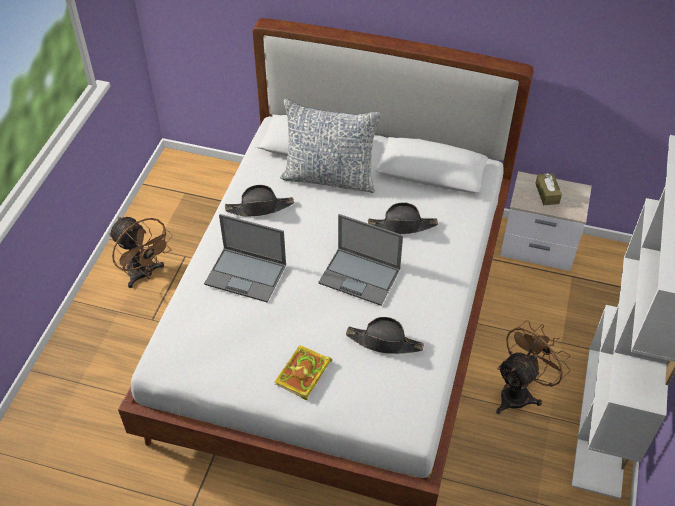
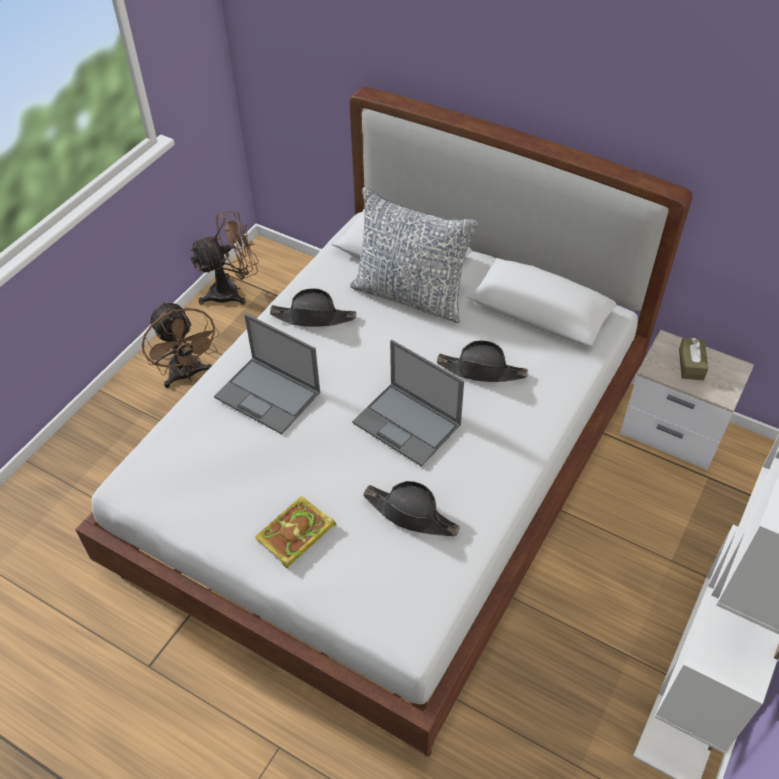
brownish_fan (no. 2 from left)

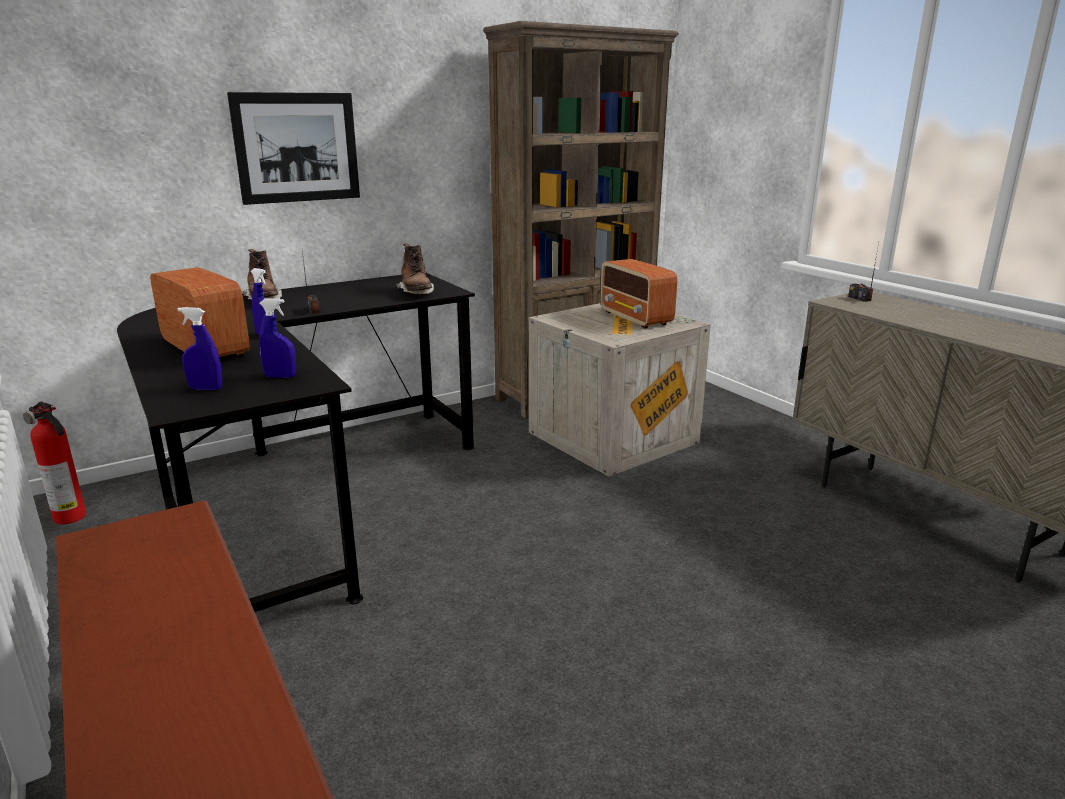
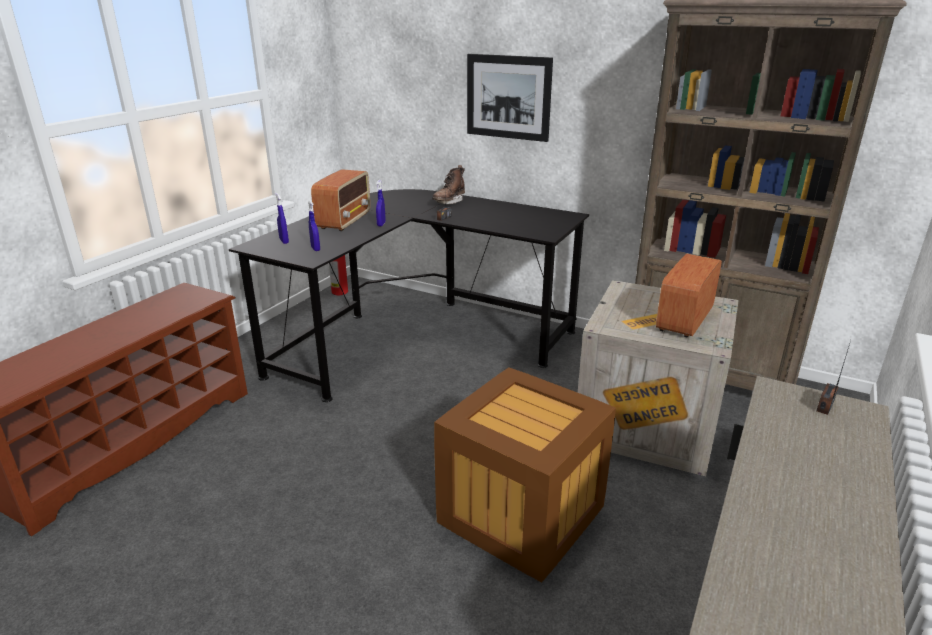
brownish_tall_boot (no. 2 from left in the first image); packing_crate (no. 1 from left)

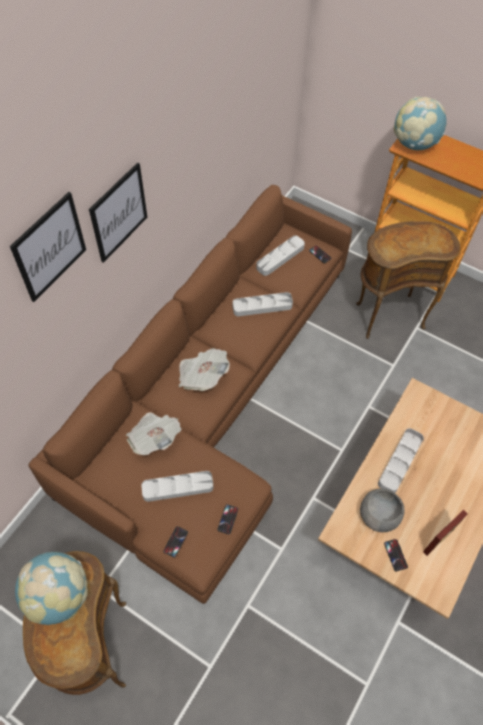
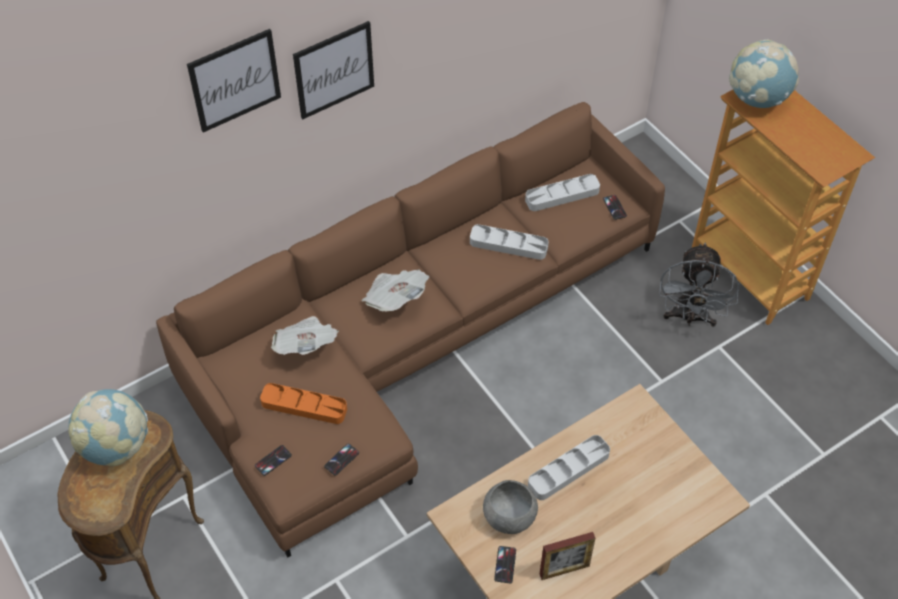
orange_serving_tray; greyish_fan

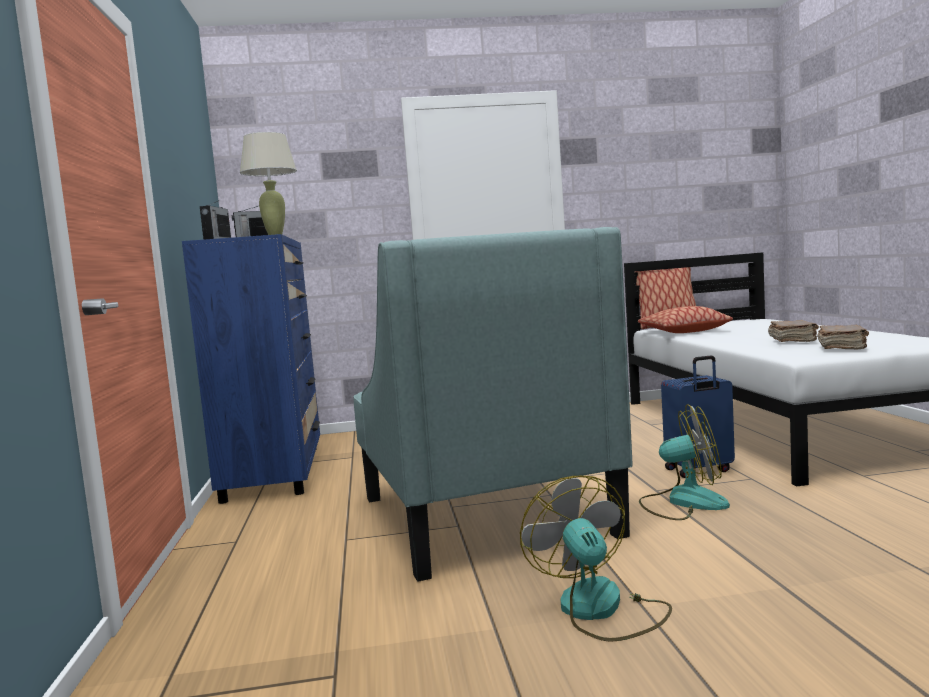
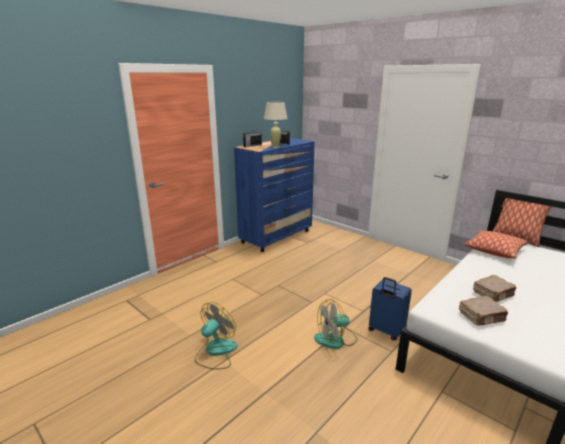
blue-green_easy_chair; fan (no. 2 from left)

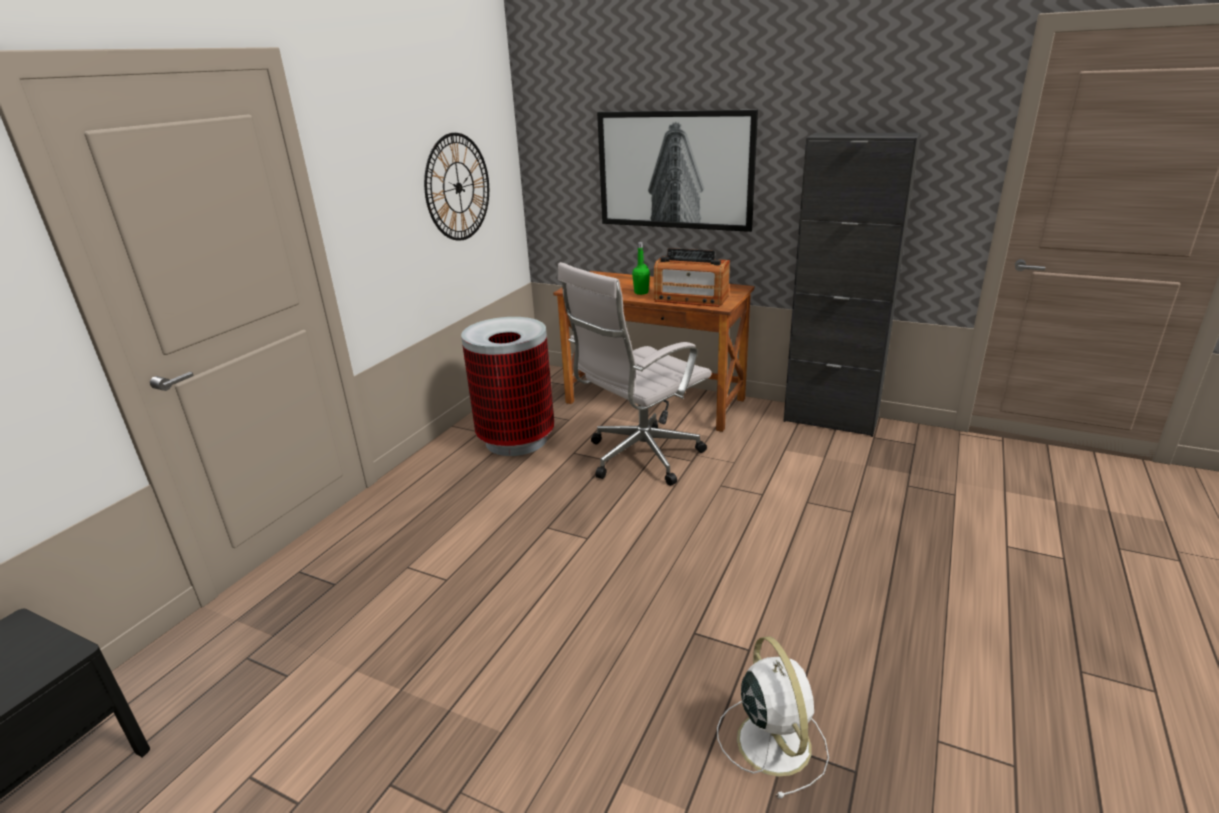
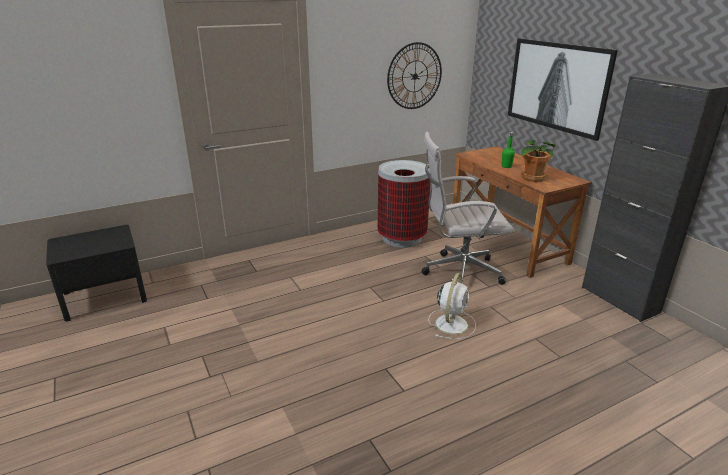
plant_in_a_pot; white-coloured_fan

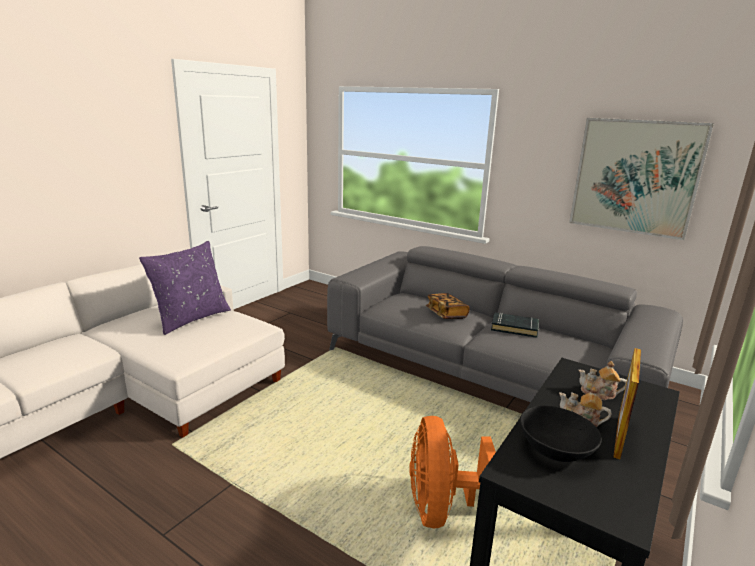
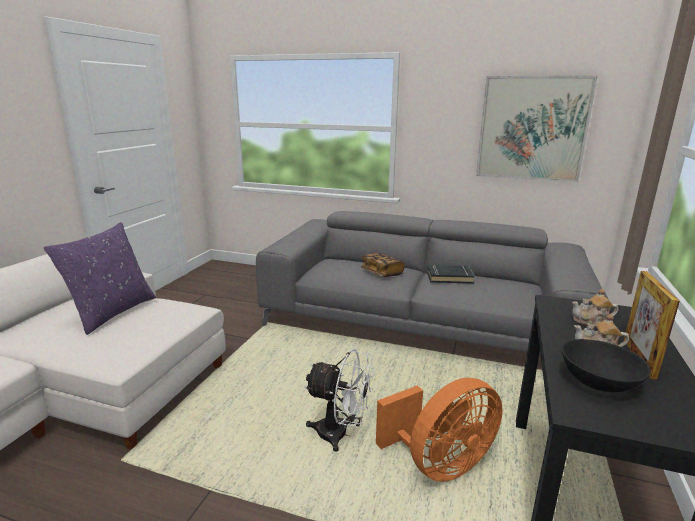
orange_fan; white-coloured_fan

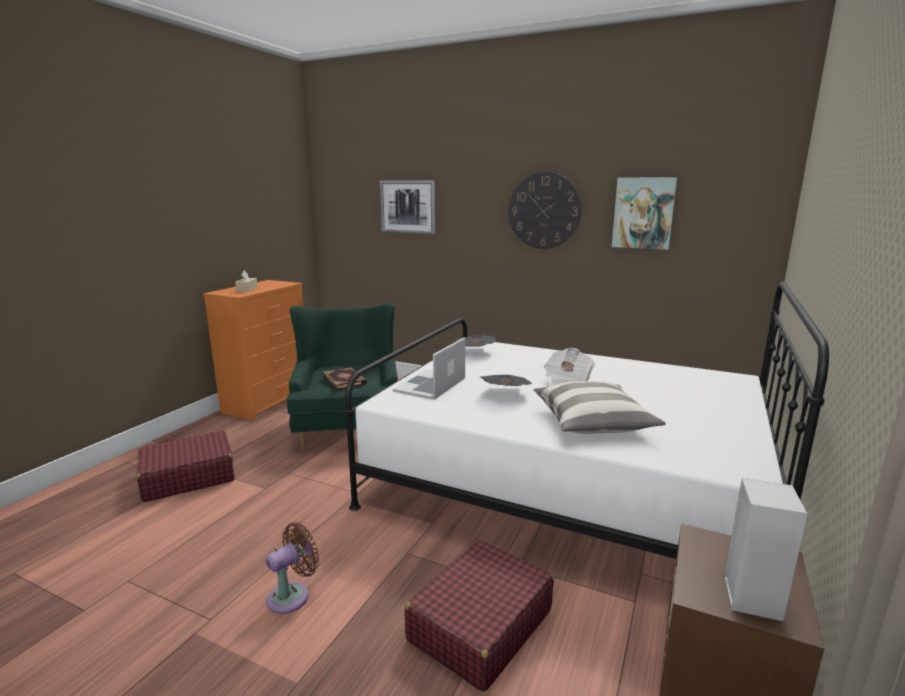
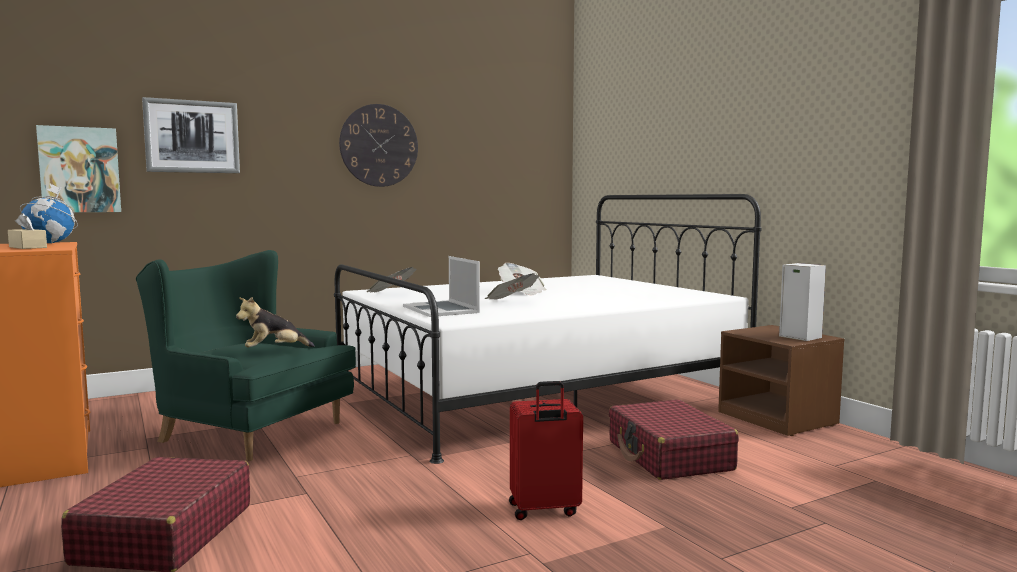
red-coloured_piece_of_luggage (no. 2 from left); plush_toy; pillow; wall_art (no. 1 from left); globe

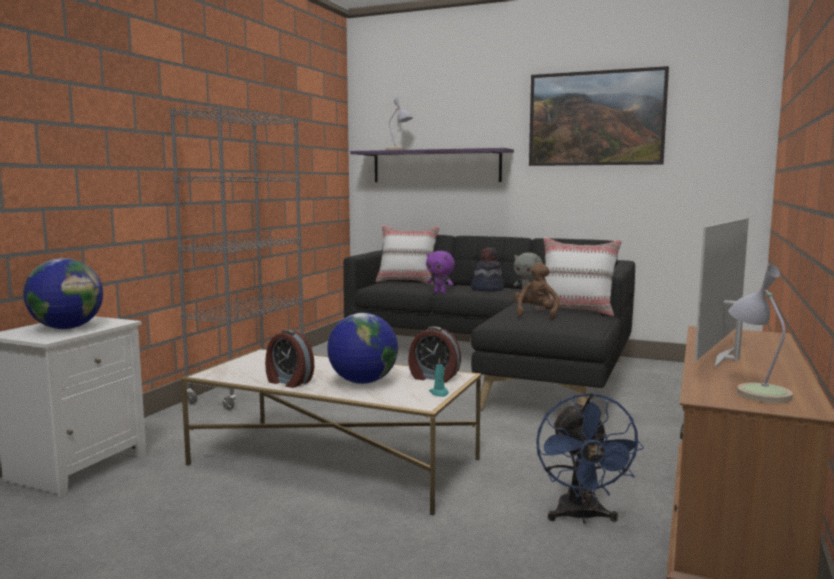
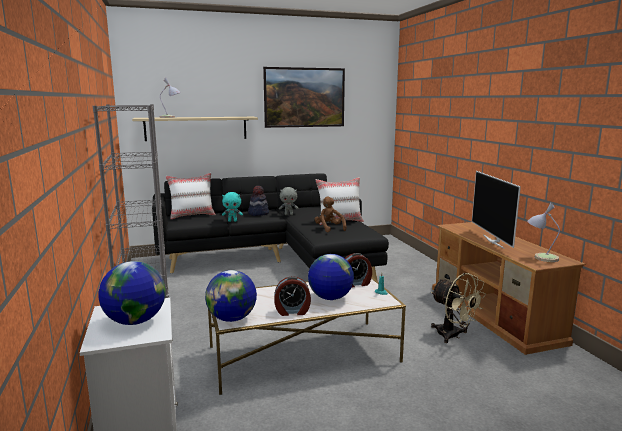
beige-coloured_bracket_shelf; blue-green_plush_toy; beige-coloured_fan; globe (no. 2 from left)

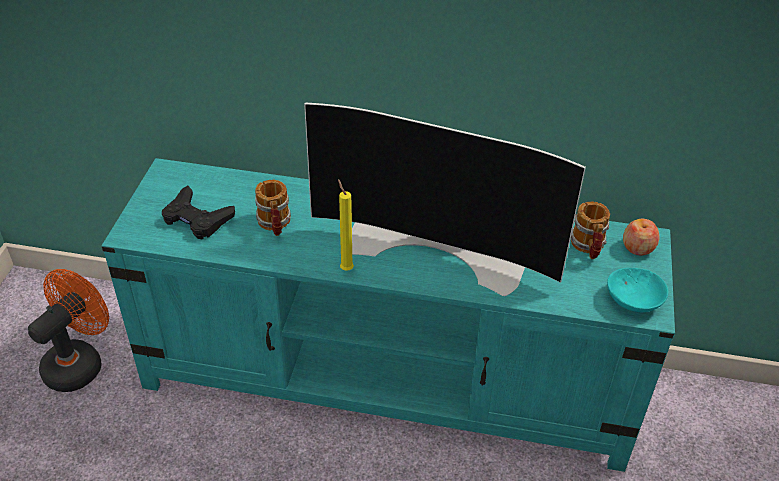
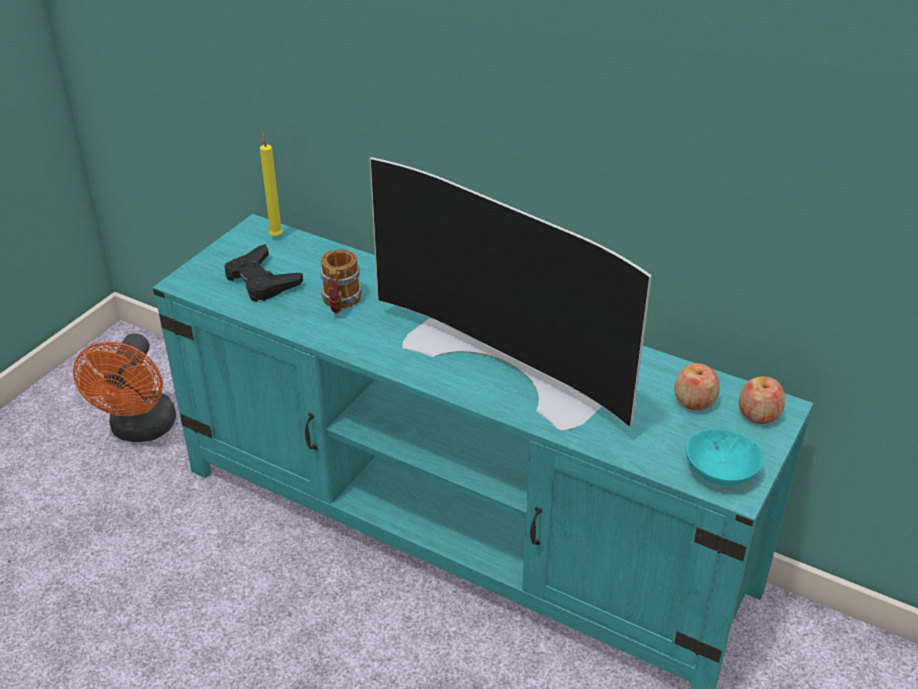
orange_fan; yellow-coloured_candle; apple_fruit (no. 1 from left)

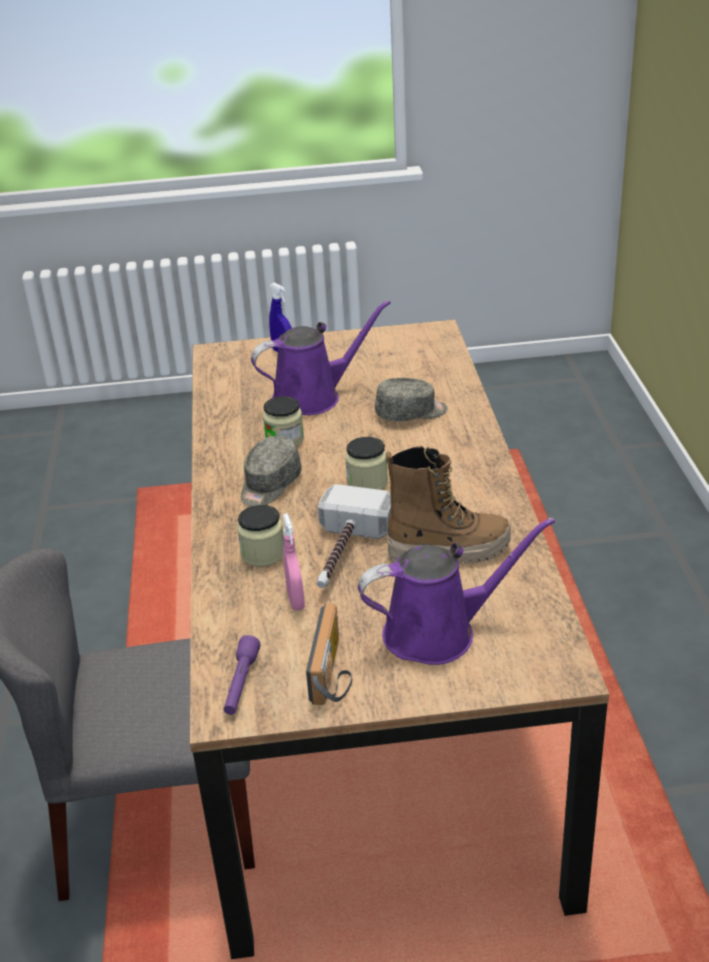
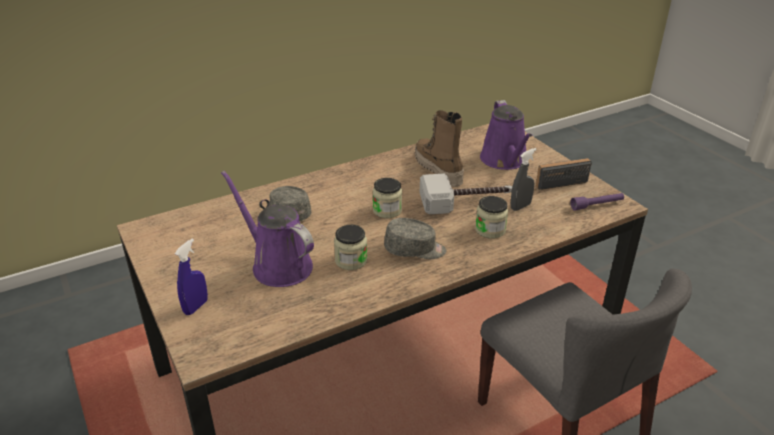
greyish_hand_sprayer; purplish_sprinkling_can (no. 2 from left)

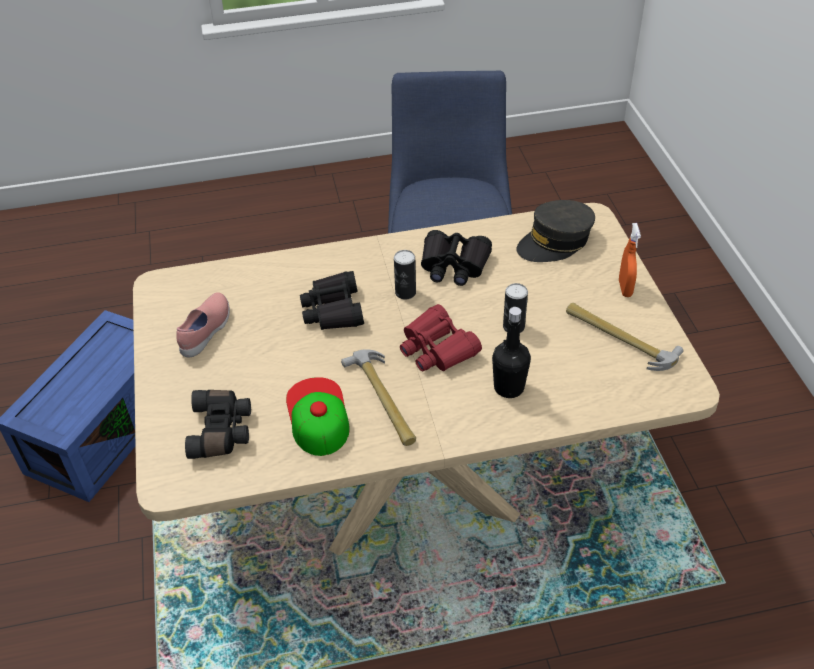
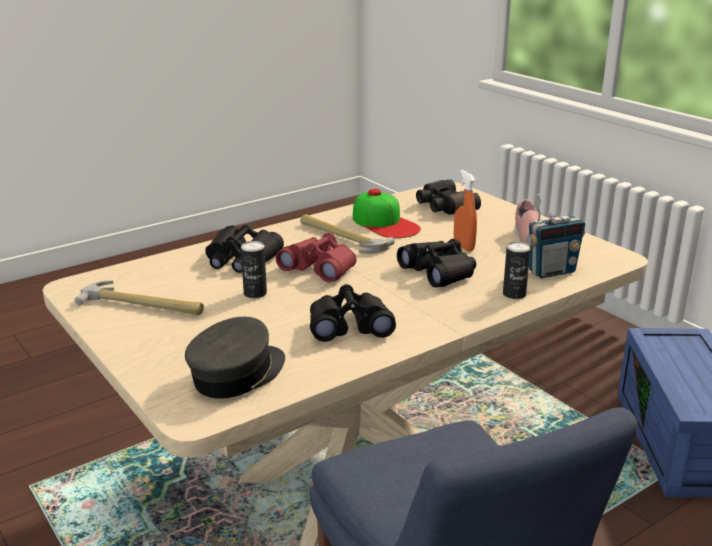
can (no. 2 from left); blackish_pair_of_binoculars (no. 1 from left); orange_hand_sprayer; radio

